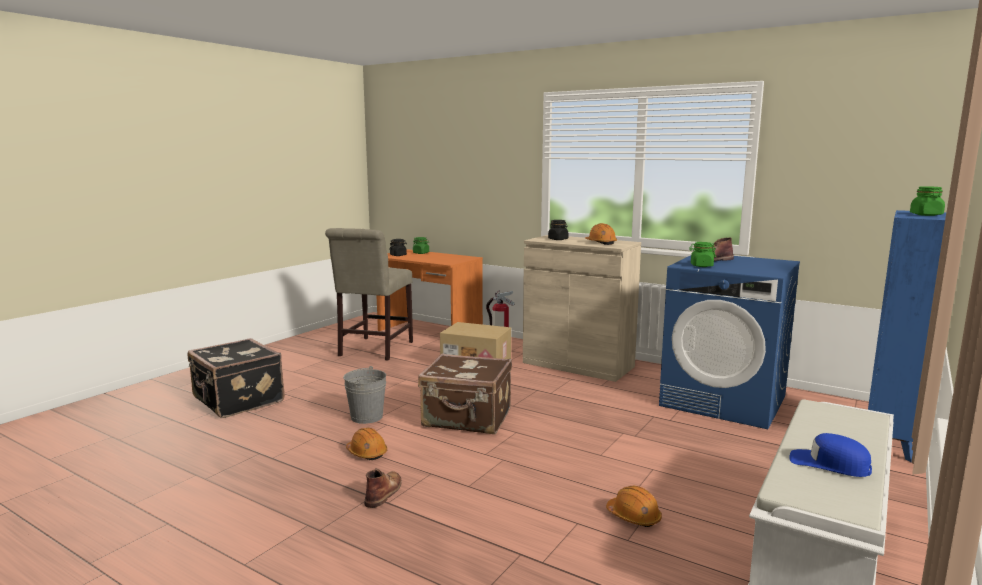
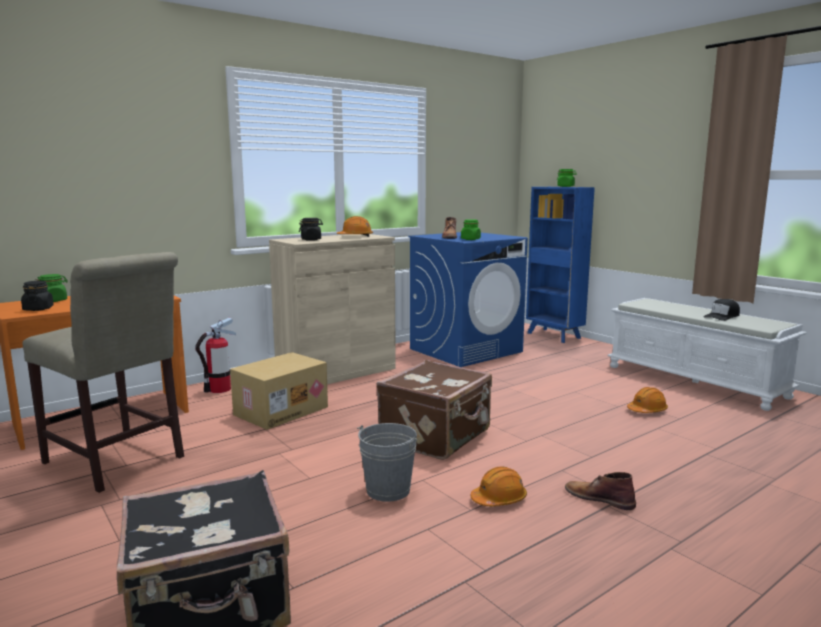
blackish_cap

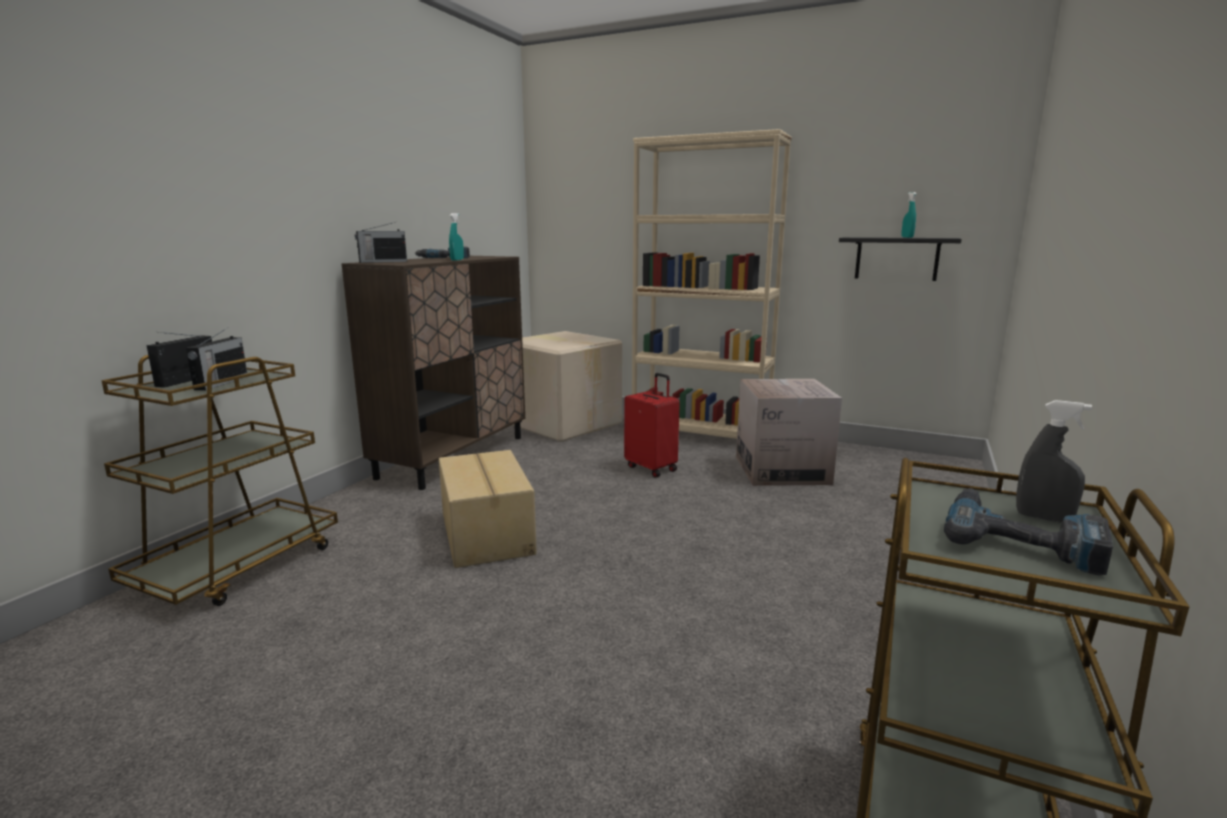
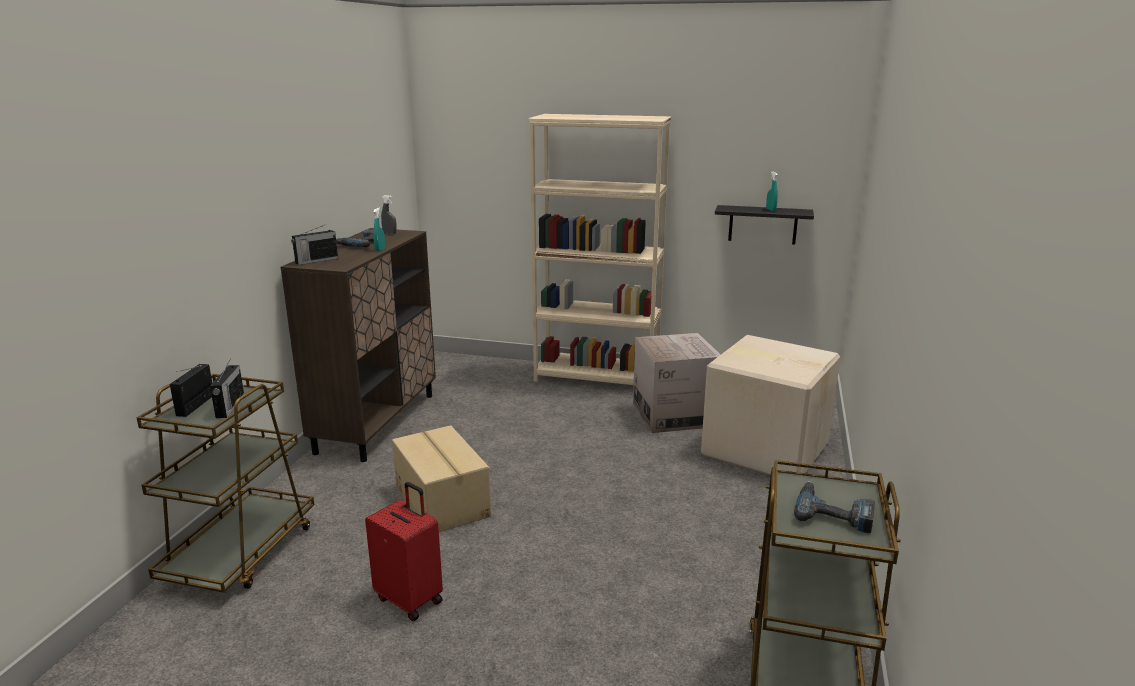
carton (no. 3 from left); red-coloured_piece_of_luggage; greyish_hand_sprayer

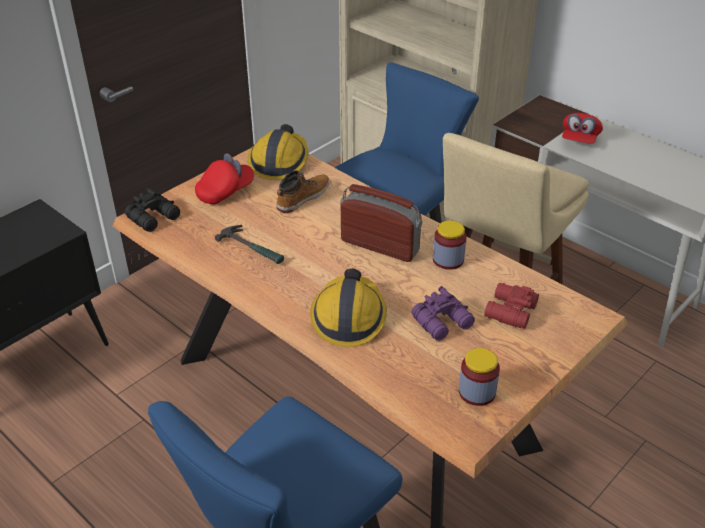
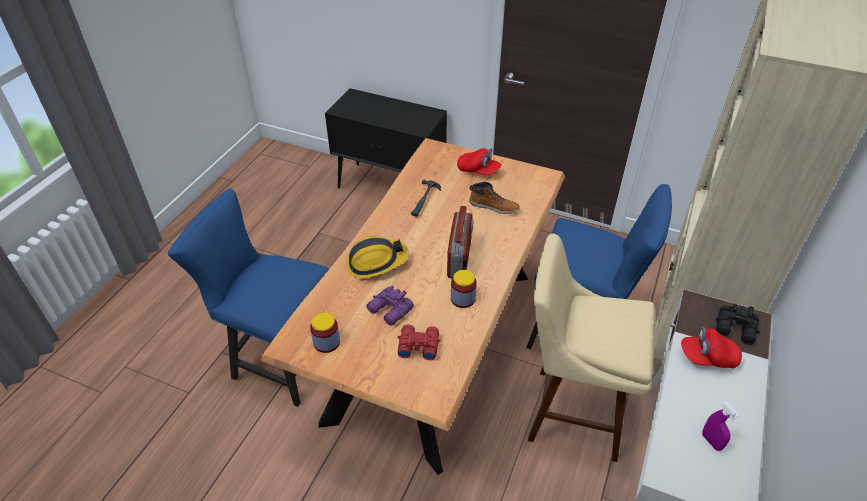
blackish_pair_of_binoculars; safety_helmet (no. 1 from left in the first image); purplish_hand_sprayer

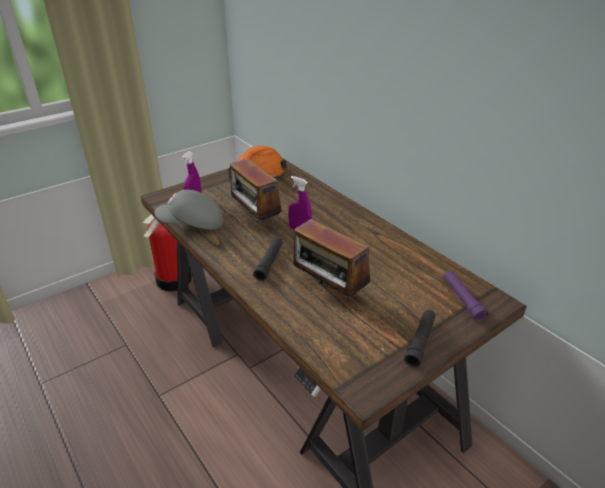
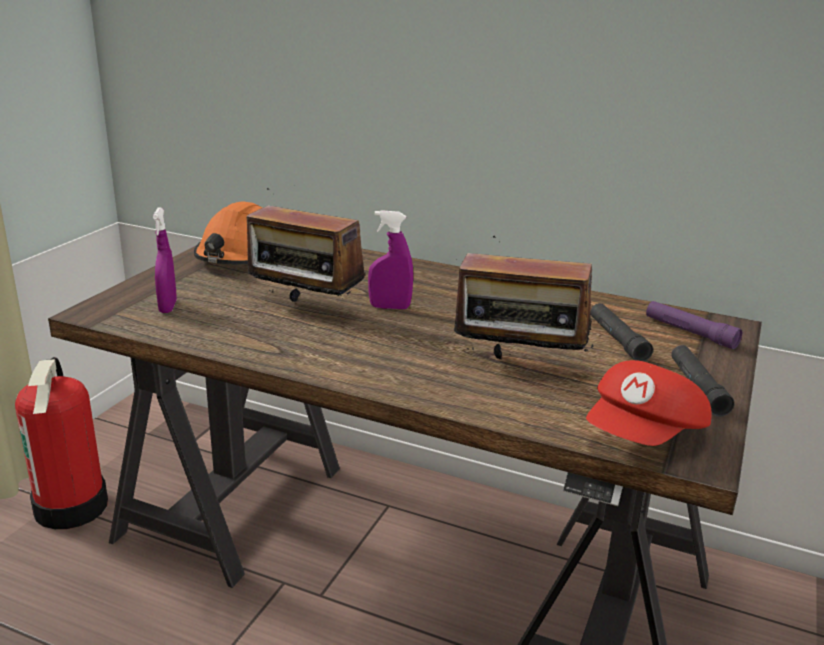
greyish_cap; blackish_torch (no. 1 from left); red-coloured_cap

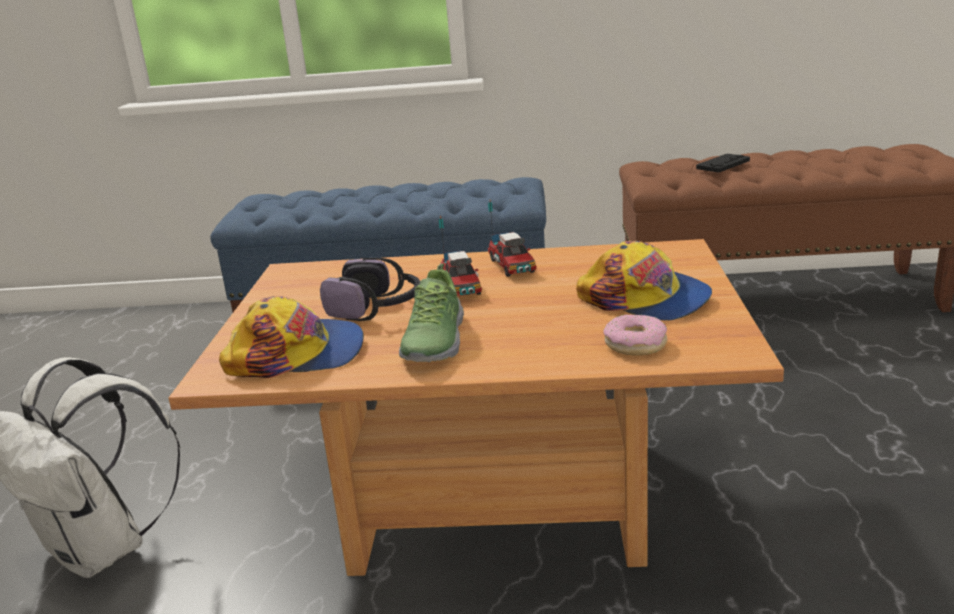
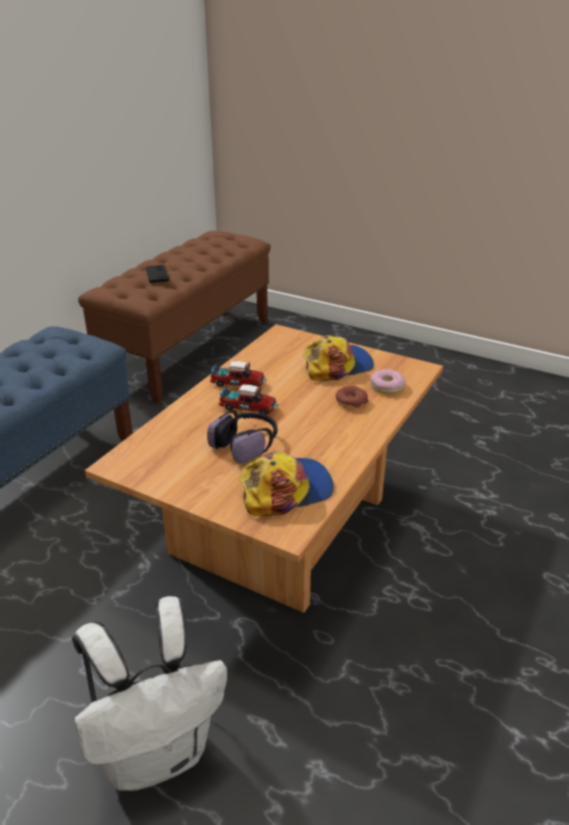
cap (no. 1 from left); low_shoe; donut (no. 1 from left)

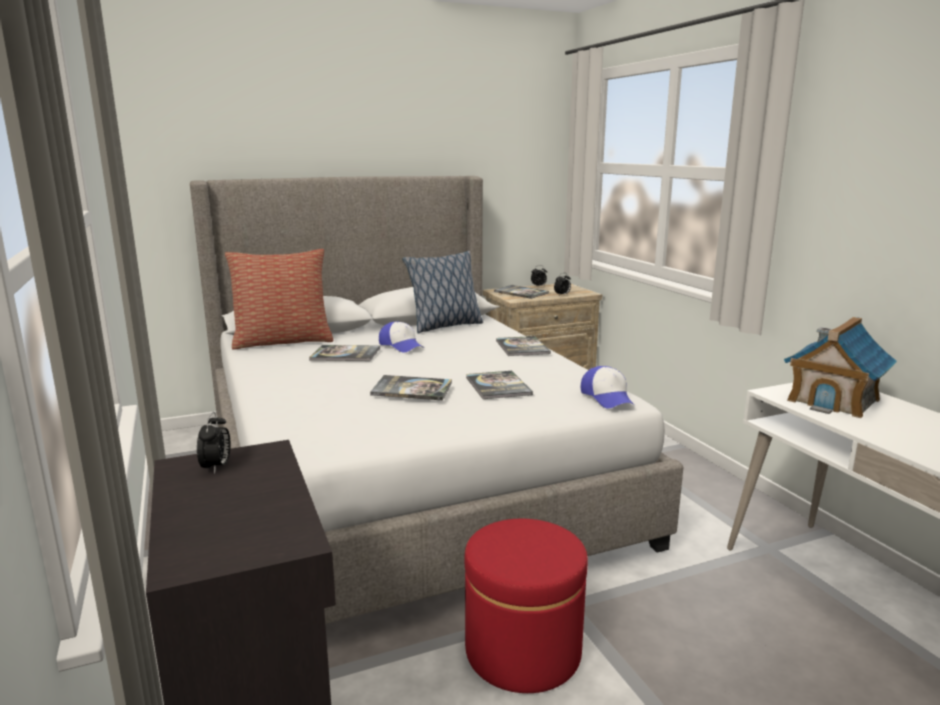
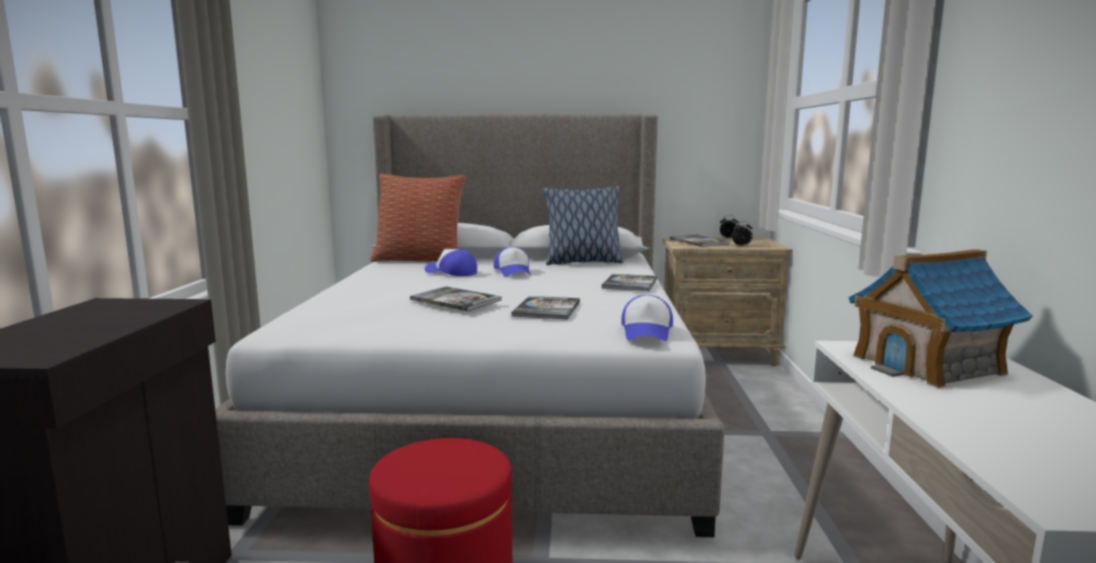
alarm_clock (no. 1 from left in the first image); cap (no. 1 from left)

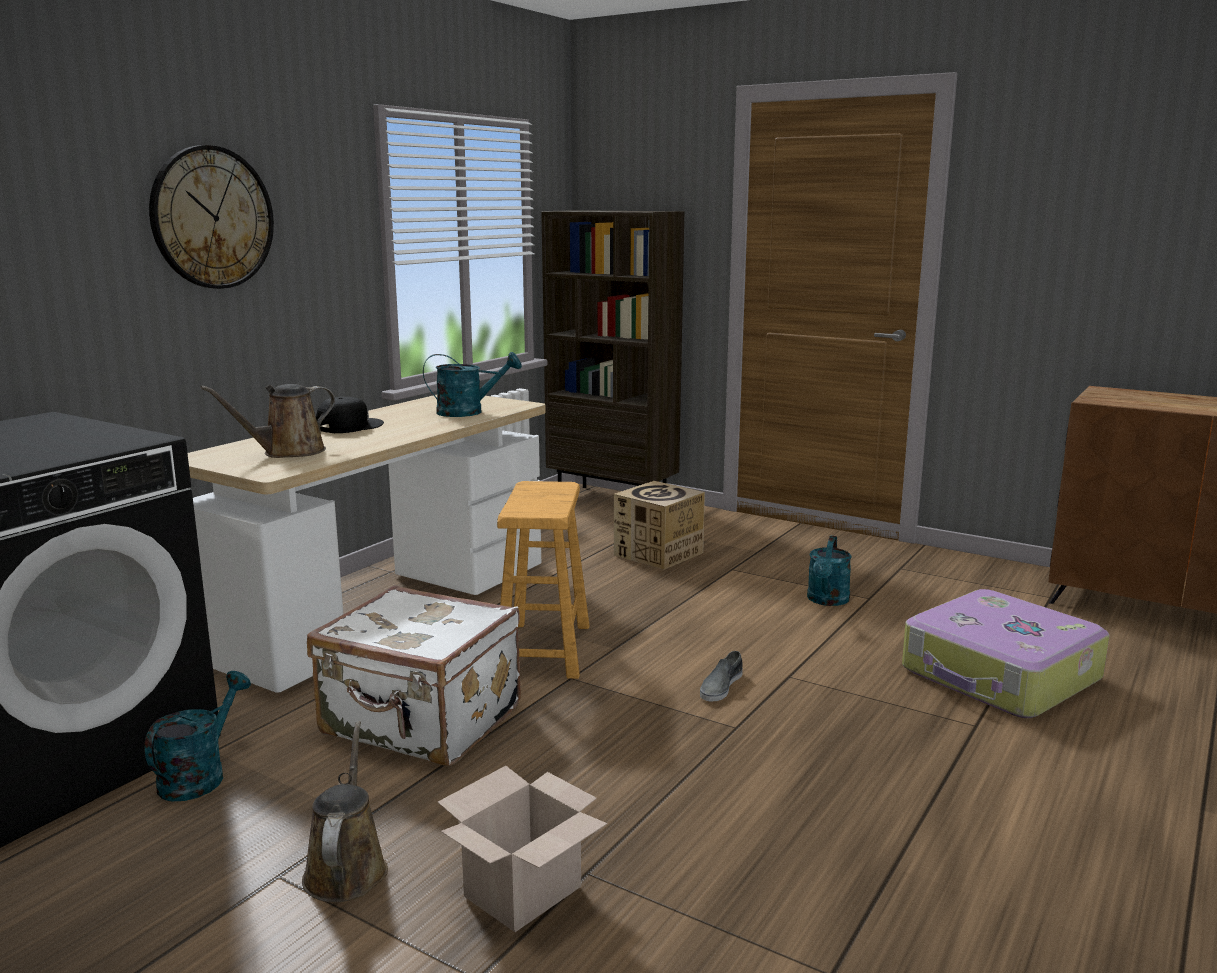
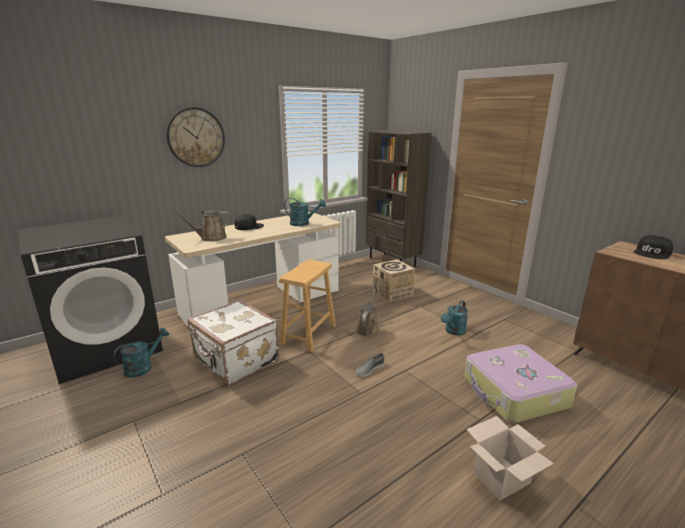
brownish_sprinkling_can (no. 2 from left); carton (no. 2 from left); blackish_cap (no. 2 from left)

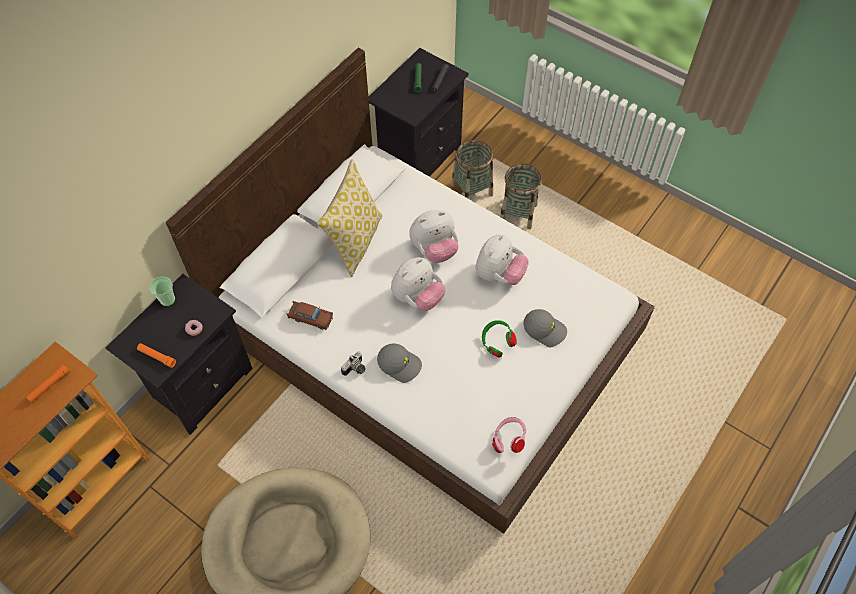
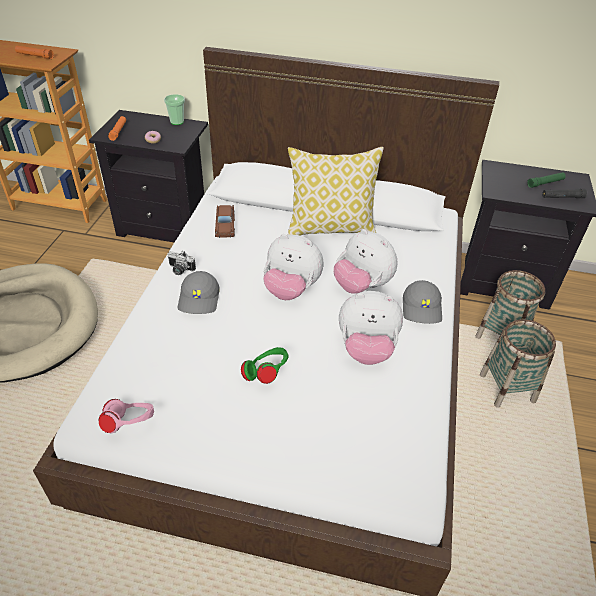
greyish_cap (no. 2 from left)

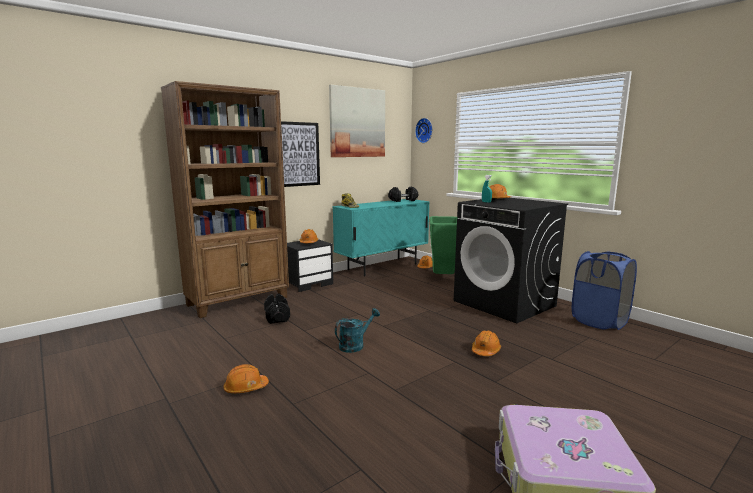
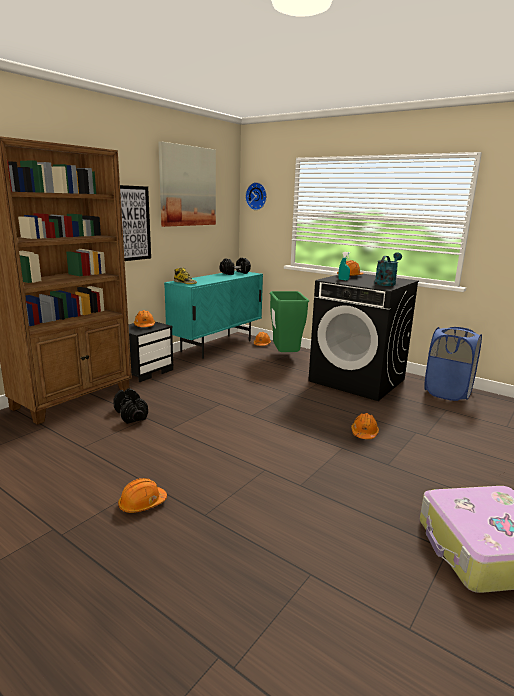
blue-green_sprinkling_can

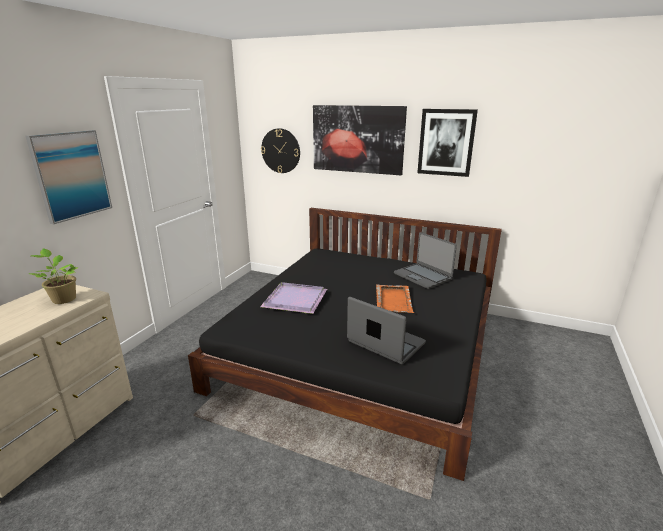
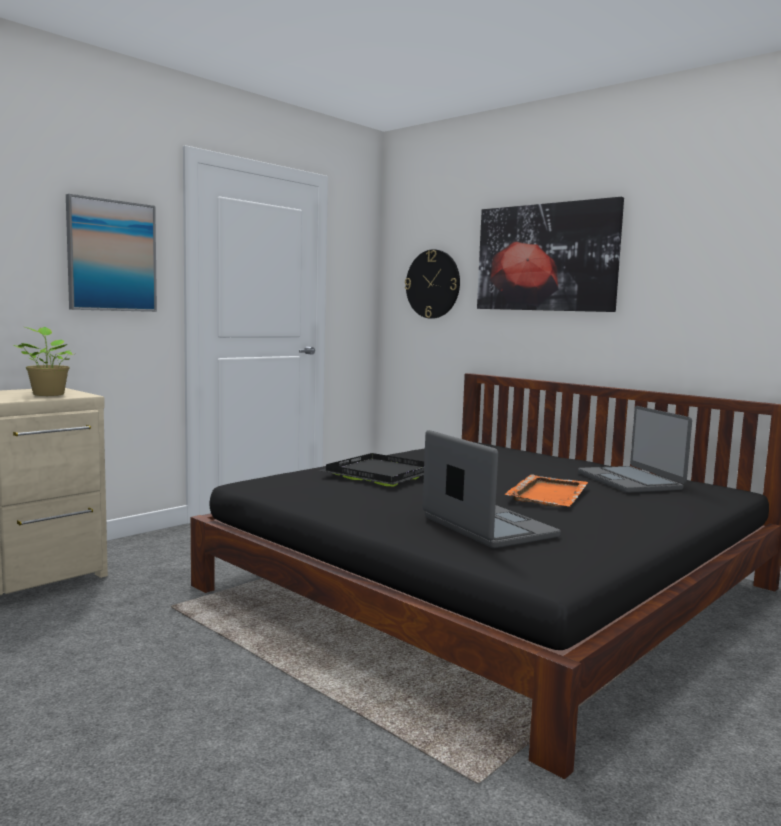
blackish_serving_tray; wall_art (no. 3 from left in the first image)

